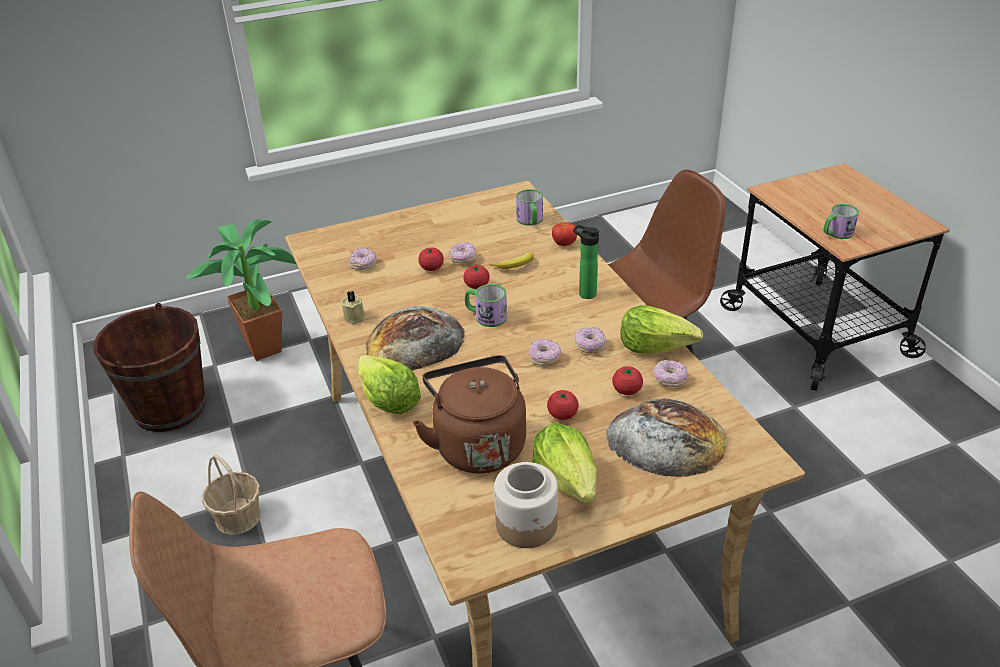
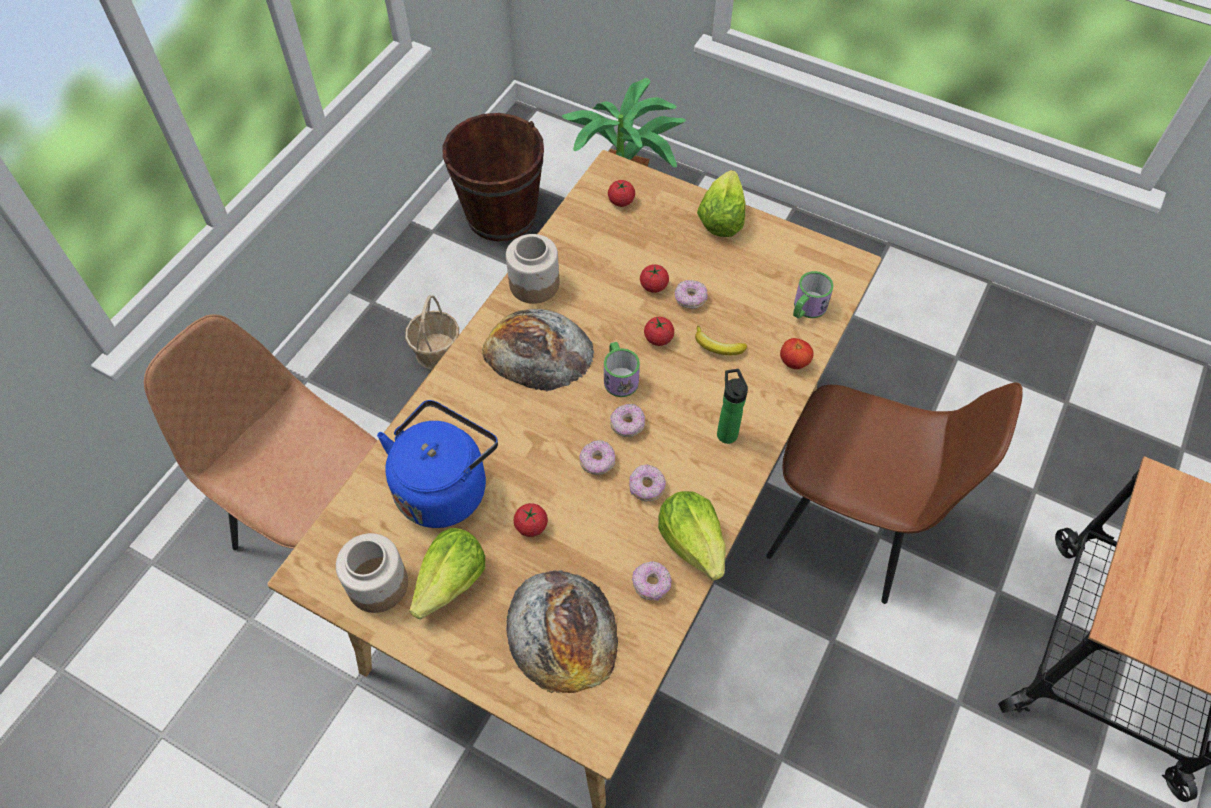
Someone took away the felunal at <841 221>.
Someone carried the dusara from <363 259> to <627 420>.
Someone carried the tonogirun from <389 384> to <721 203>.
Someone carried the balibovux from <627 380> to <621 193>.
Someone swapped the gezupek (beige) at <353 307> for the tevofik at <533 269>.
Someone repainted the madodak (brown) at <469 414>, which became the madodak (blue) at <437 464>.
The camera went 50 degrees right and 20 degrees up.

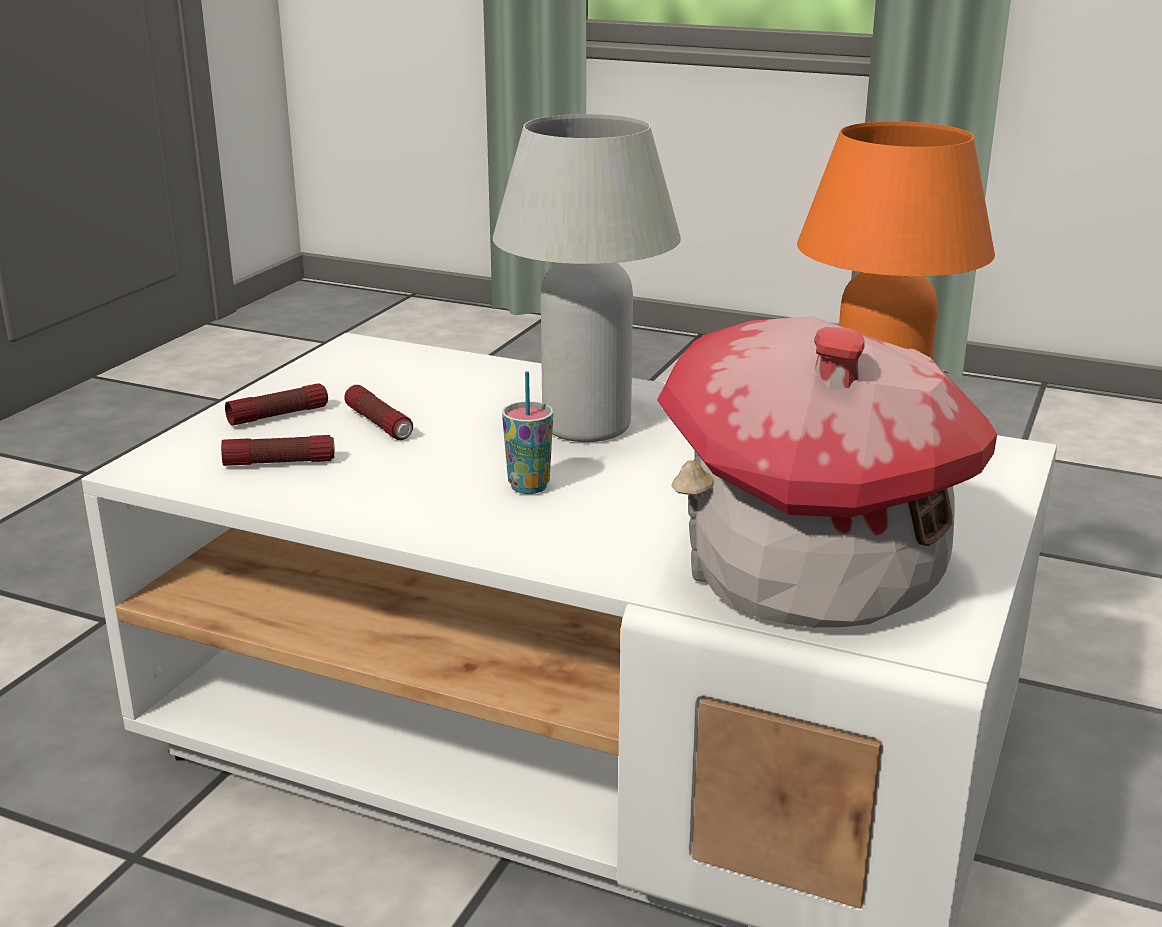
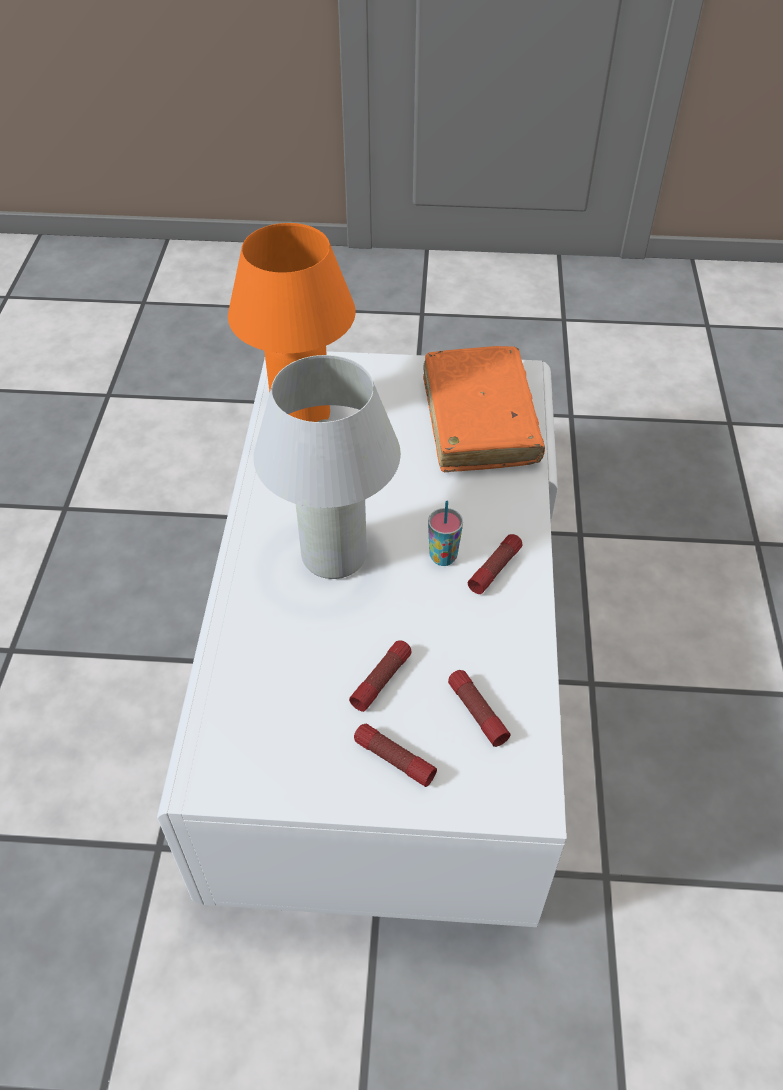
Someone put down the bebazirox at <495 564>.
Someone swapped the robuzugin at <827 471> for the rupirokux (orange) at <484 409>.
The camera went 110 degrees left and 25 degrees up.

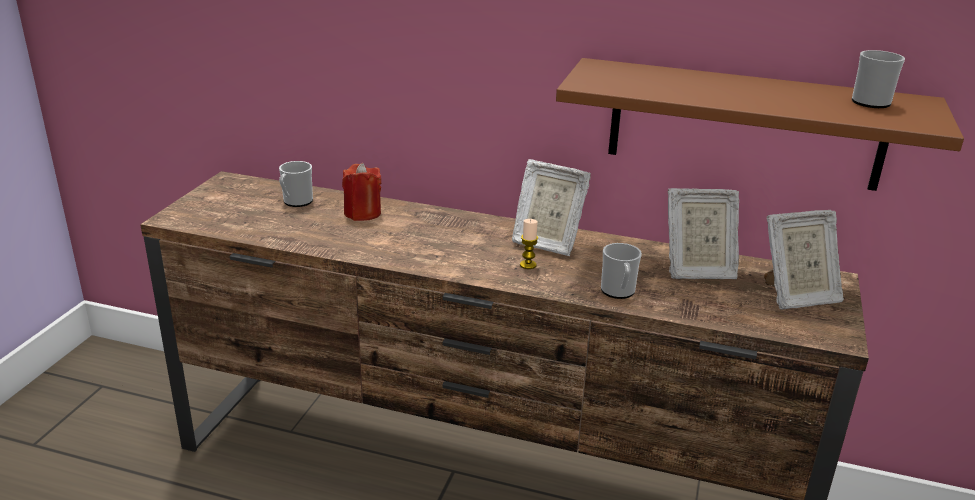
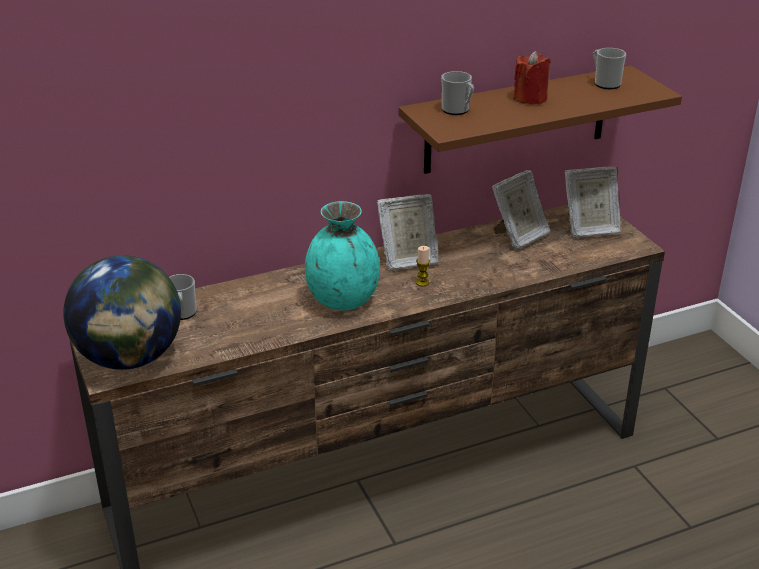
Someone put down the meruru at <122 312>.
Someone put down the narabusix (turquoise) at <342 256>.
Someone carried the gezupek (red) from <361 192> to <532 78>.
Someone carried the felunal from <621 271> to <457 93>.
Someone rotated the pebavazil at <804 260> by 45 degrees clockwise.
The camera went 40 degrees left and 5 degrees up.

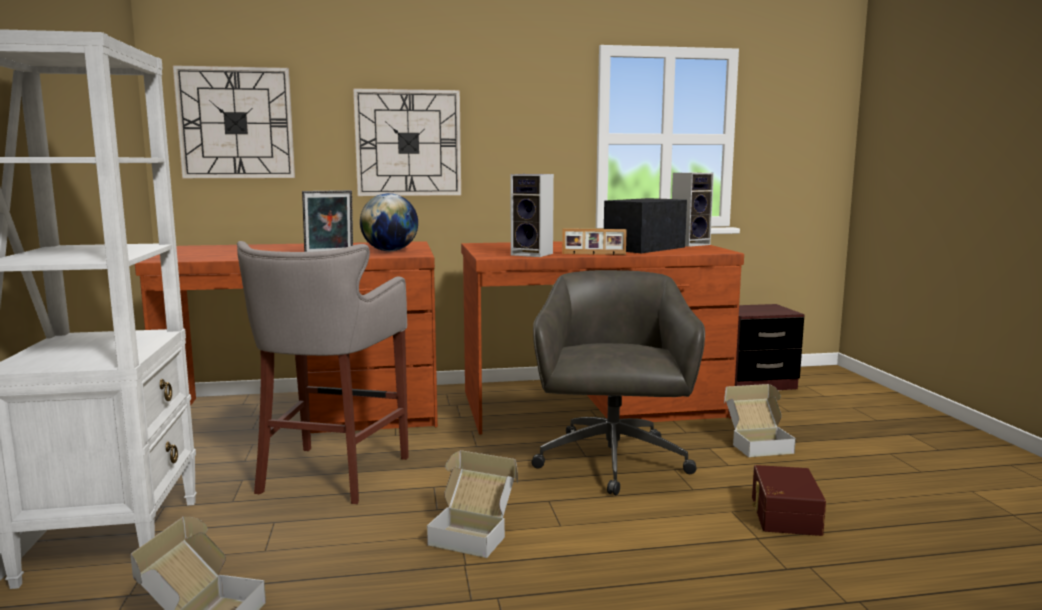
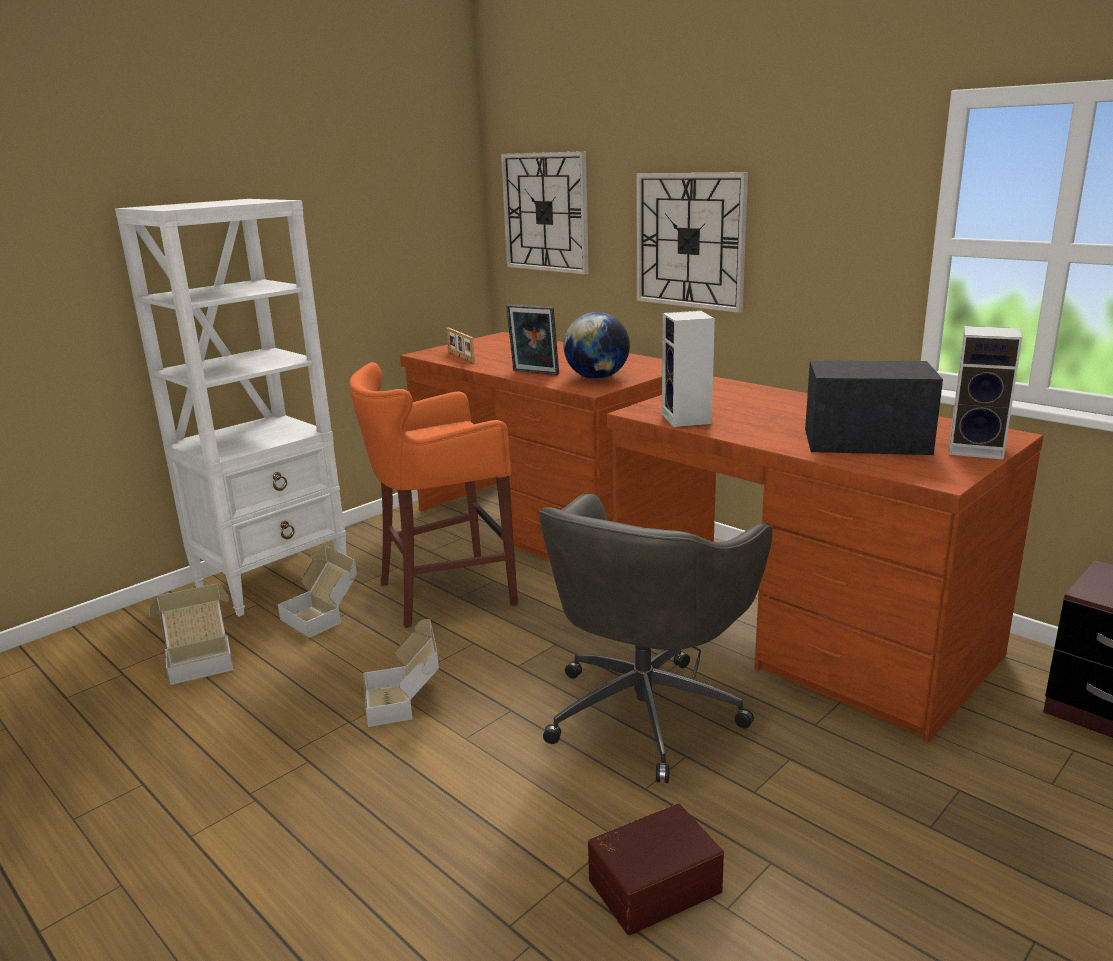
Someone carried the pebavazil from <594 241> to <460 345>.
Someone carried the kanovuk from <760 420> to <317 592>.
Someone repainted the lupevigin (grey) at <323 372>, which became the lupevigin (orange) at <433 495>.
Someone rotated the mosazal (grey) at <618 383> by 150 degrees clockwise.
The camera went 55 degrees right and 10 degrees up.

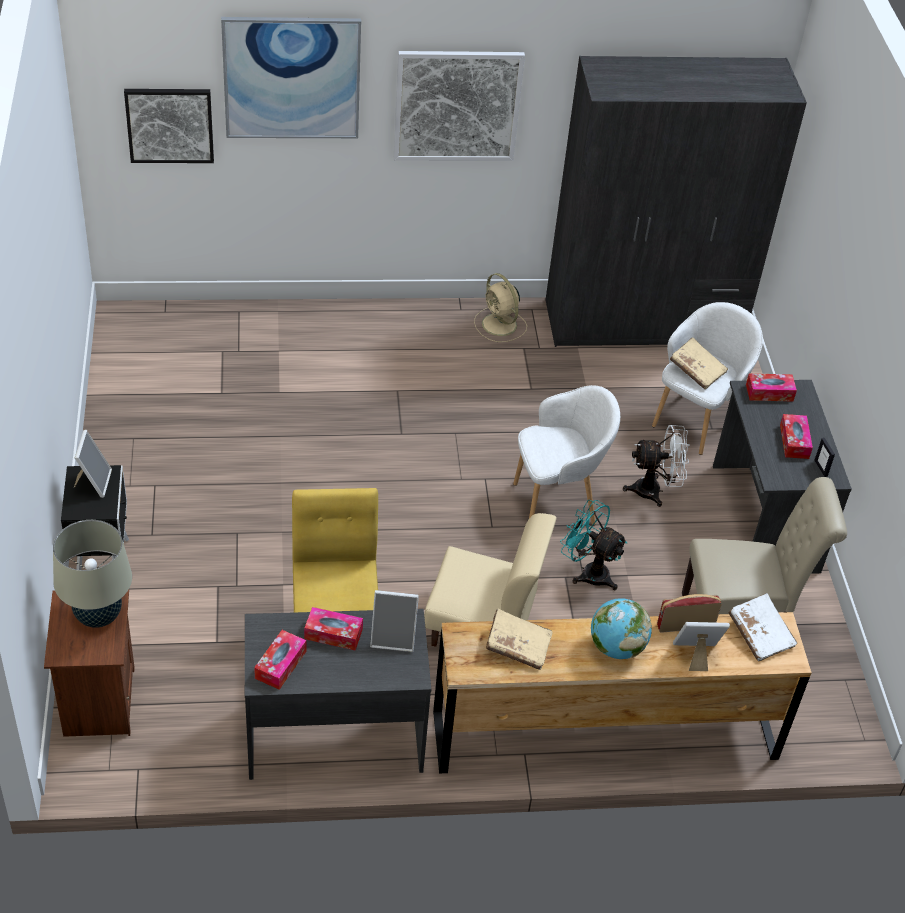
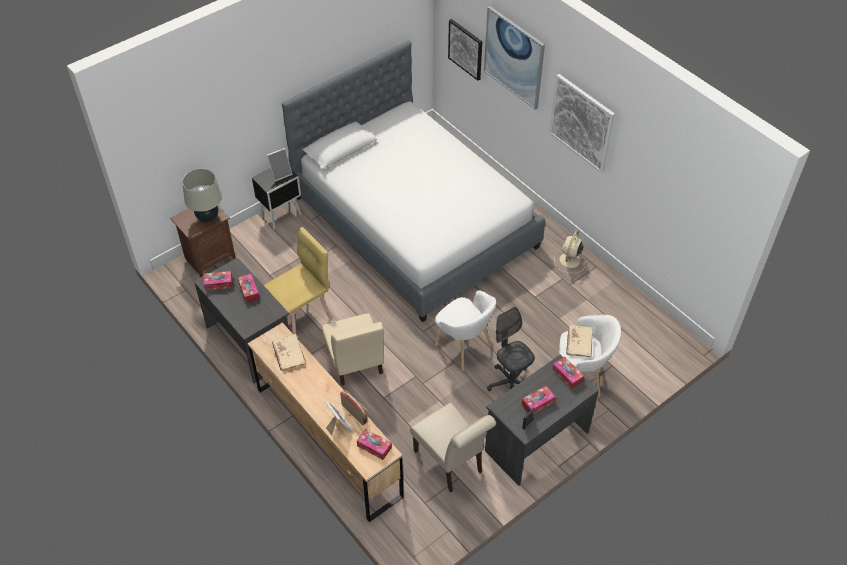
Someone took away the pebavazil at <394 621>.
Someone took away the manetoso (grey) at <676 201>.
Someone took away the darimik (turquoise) at <594 545>.
Someone took away the meruru at <621 628>.
Someone put down the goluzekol at <413 181>.
Someone swapped the darimik (white) at <656 466> for the mosazal (grey) at <511 349>.
Someone swapped the rupirokux (white) at <763 627> for the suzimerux at <374 444>.
The camera went 60 degrees right and 5 degrees up.

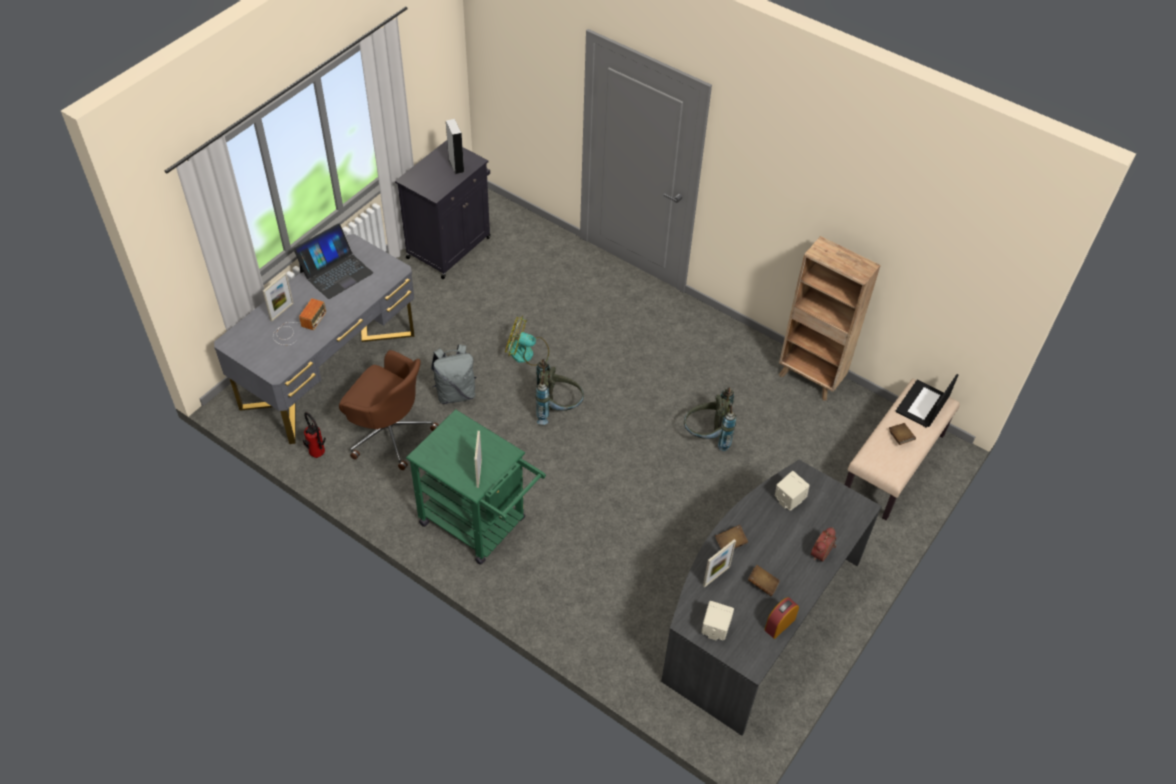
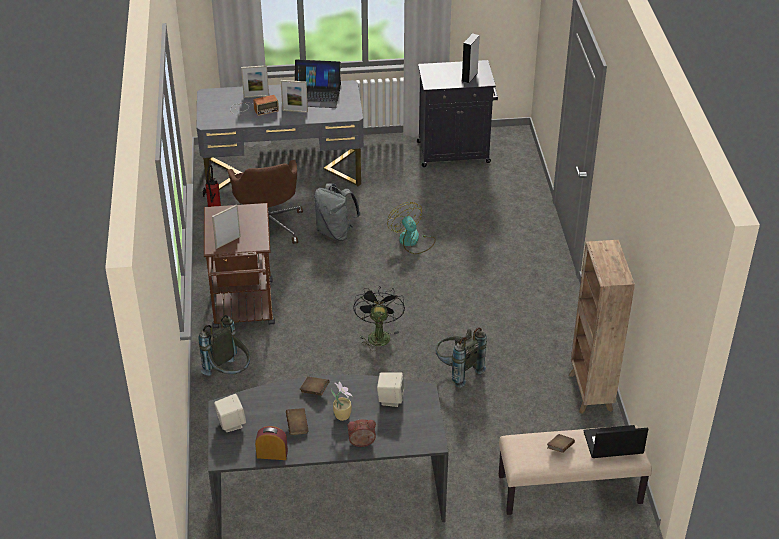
Someone put down the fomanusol at <342 401>.
Someone put down the darimik (black) at <379 318>.
Someone carried the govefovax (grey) from <559 392> to <224 345>.
Someone carried the pebavazil from <719 563> to <294 96>.
Someone repainted the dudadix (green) at <476 487>, which became the dudadix (brown) at <239 266>.
The camera went 50 degrees right and 10 degrees down.

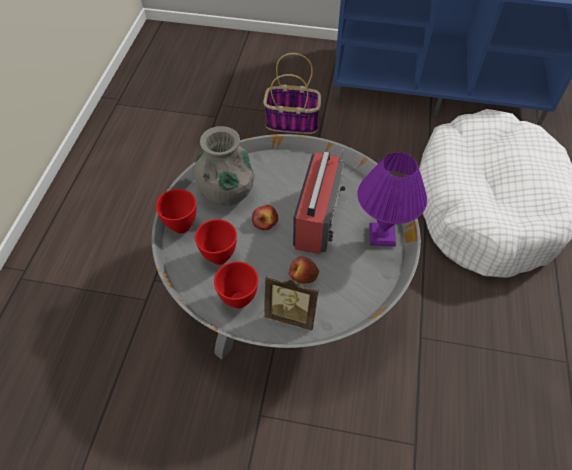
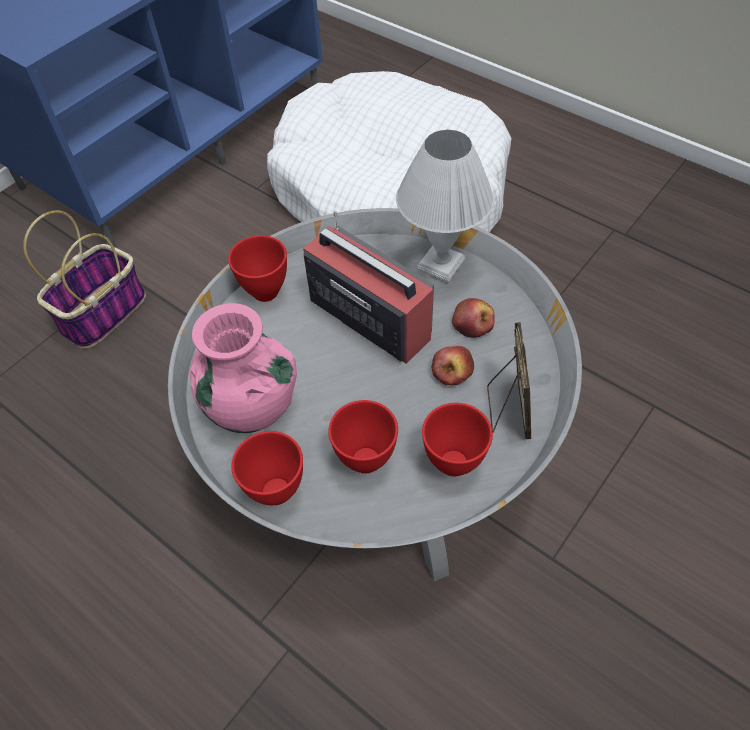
Someone put down the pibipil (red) at <257 268>.
Someone carried the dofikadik from <265 217> to <473 318>.
Someone repainted the narabusix (grey) at <224 166>, which became the narabusix (pink) at <243 368>.
Someone repainted the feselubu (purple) at <392 199>, which became the feselubu (white) at <445 206>.
Someone rotated the pebavazil at <291 302> by 45 degrees counterclockwise.
The camera went 60 degrees left and 0 degrees up.

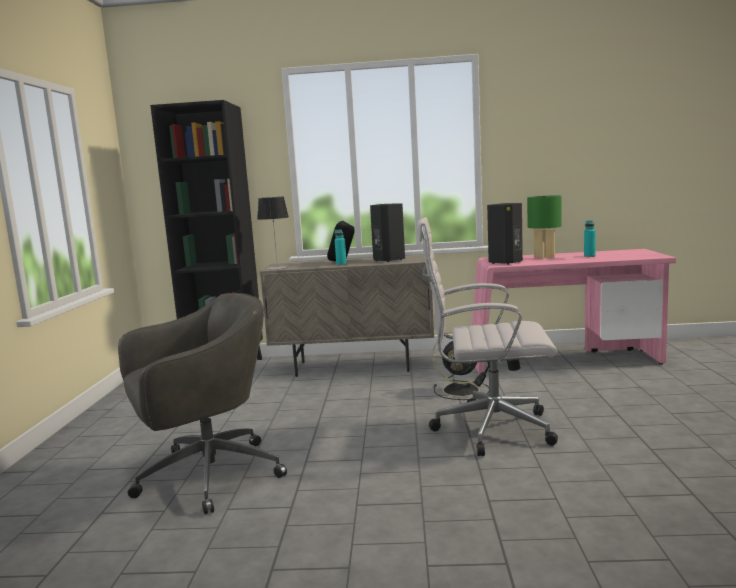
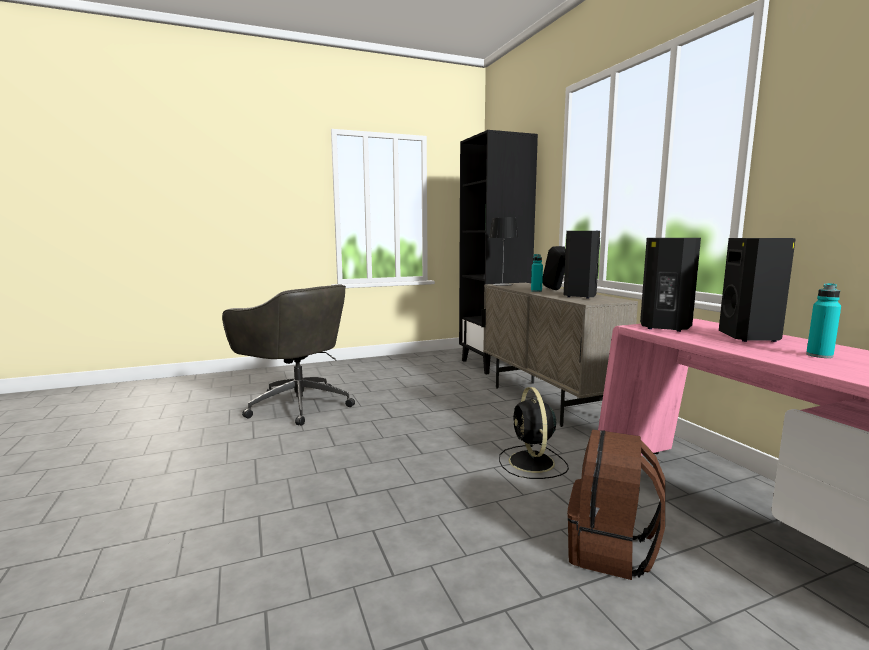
Someone took away the mosazal (white) at <487 336>.
Someone put down the govefovax (brown) at <616 504>.
Someone swapped the feselubu (green) at <544 227> for the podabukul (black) at <757 290>.
The camera went 65 degrees right and 0 degrees up.

